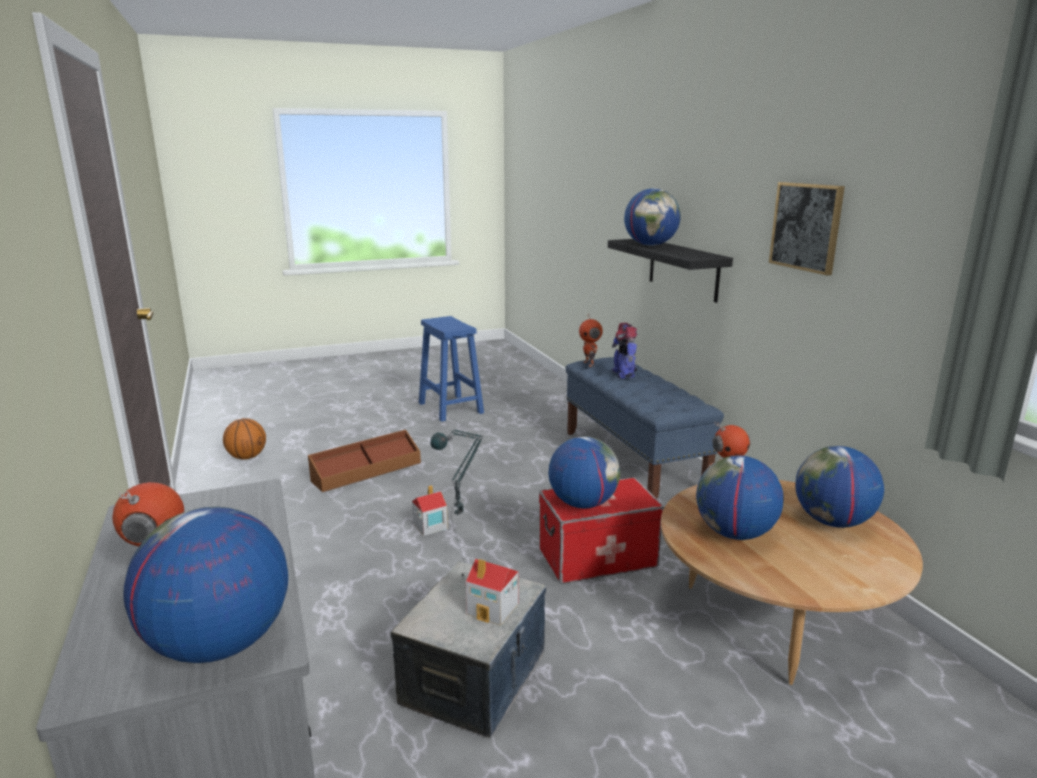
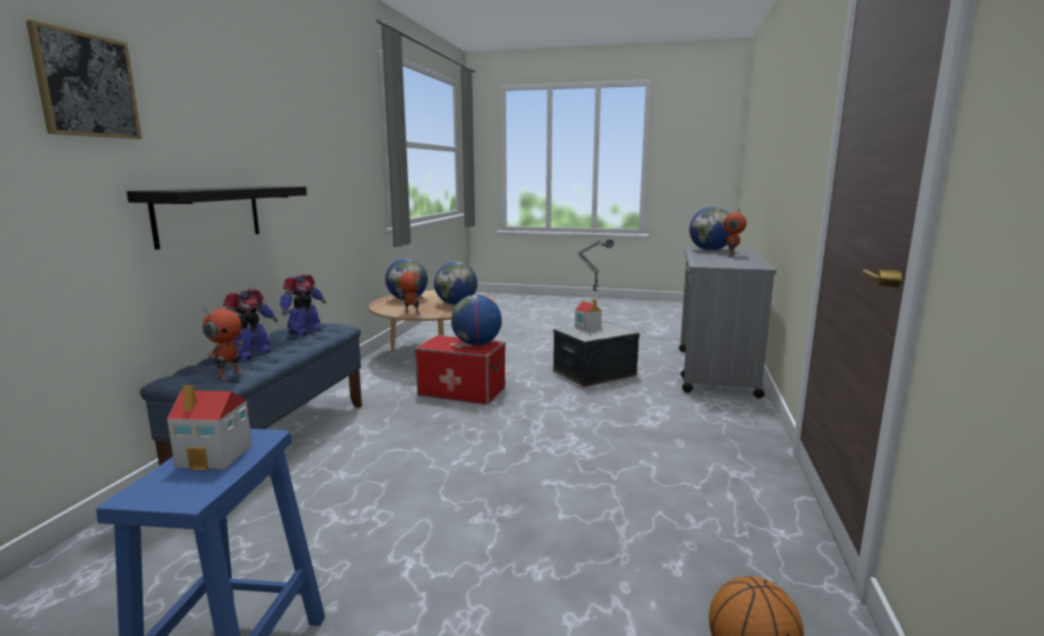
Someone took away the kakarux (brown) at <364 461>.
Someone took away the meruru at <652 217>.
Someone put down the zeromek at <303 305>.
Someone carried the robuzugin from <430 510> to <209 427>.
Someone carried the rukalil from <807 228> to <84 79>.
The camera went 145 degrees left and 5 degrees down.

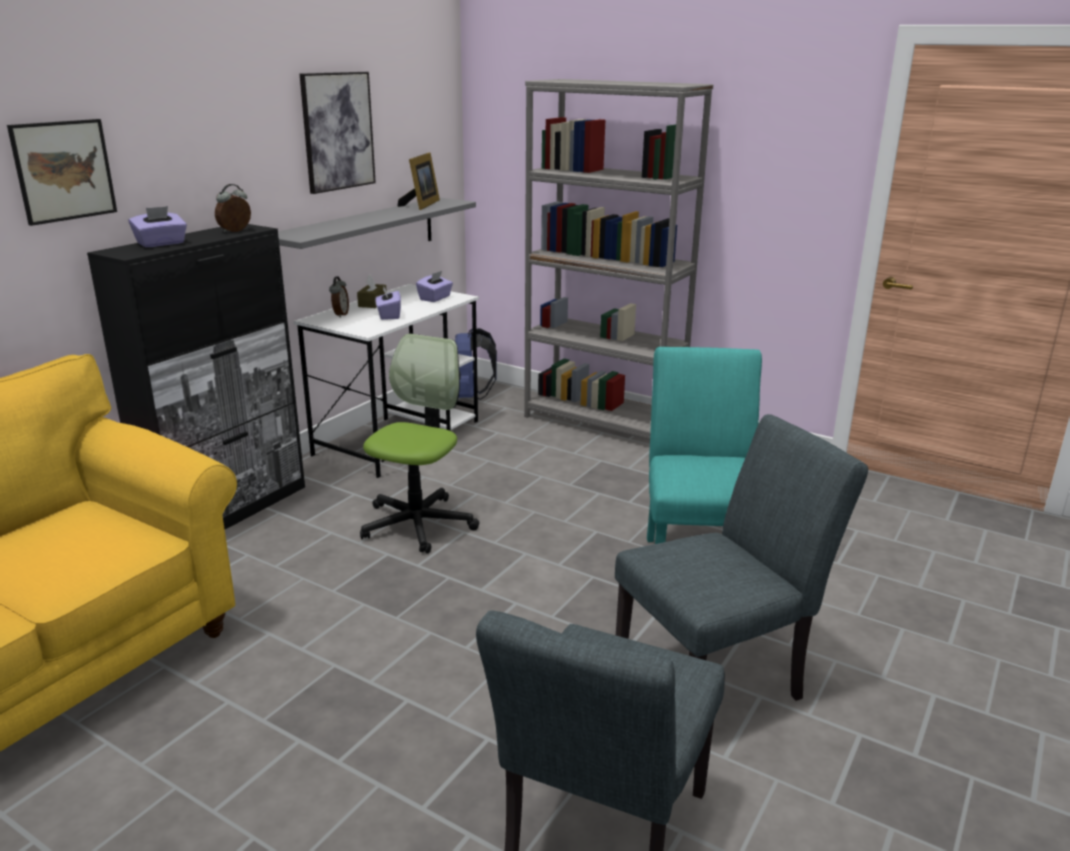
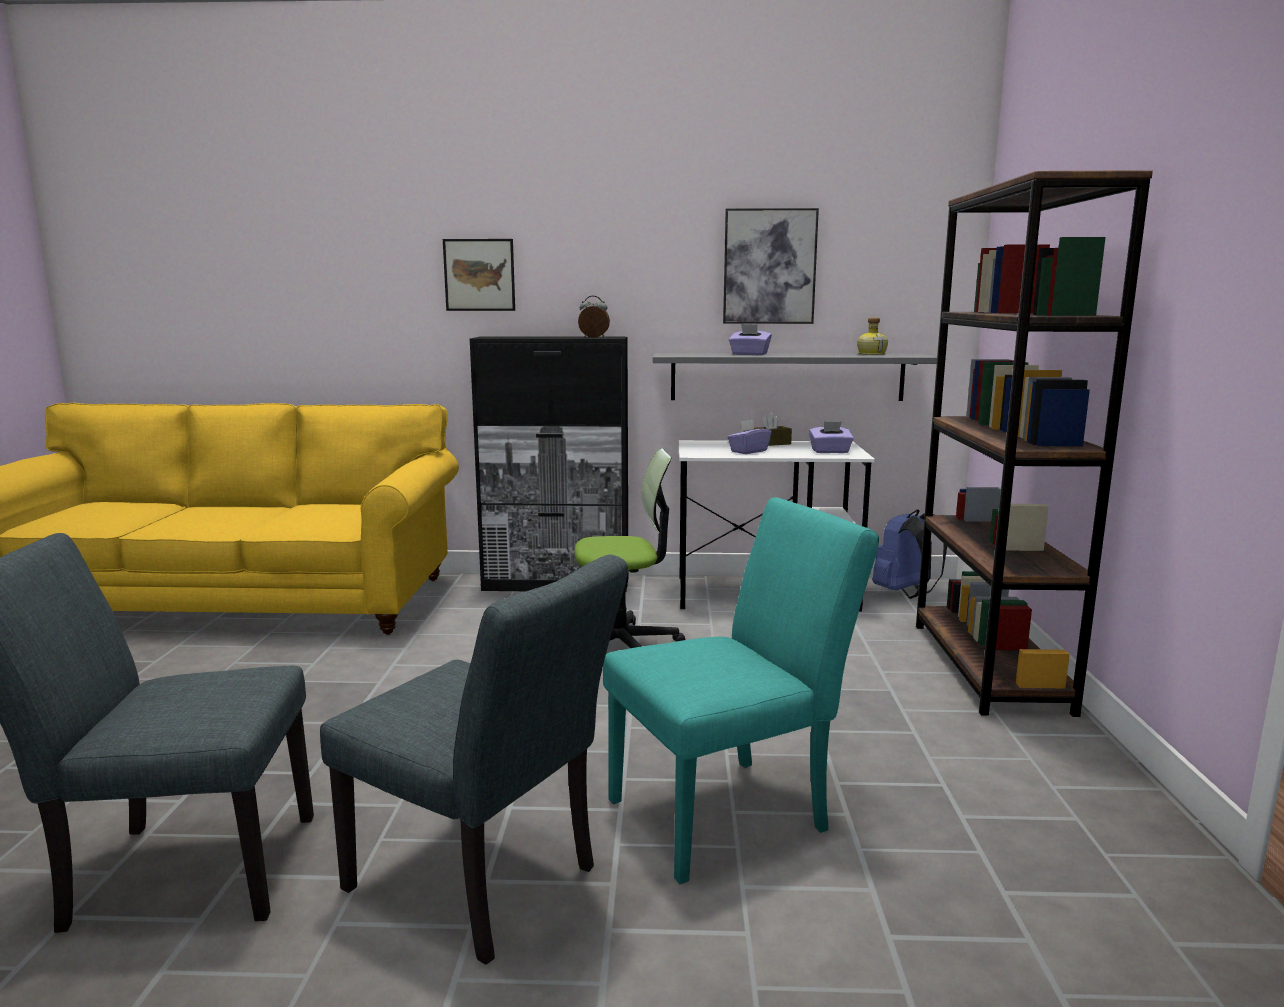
Someone took away the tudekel at <339 297>.
Someone carried the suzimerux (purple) from <158 226> to <750 339>.
Someone swapped the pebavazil at <419 181> for the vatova at <872 336>.
Someone repainted the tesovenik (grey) at <619 259>, which became the tesovenik (brown) at <1034 443>.
The camera went 60 degrees right and 10 degrees down.

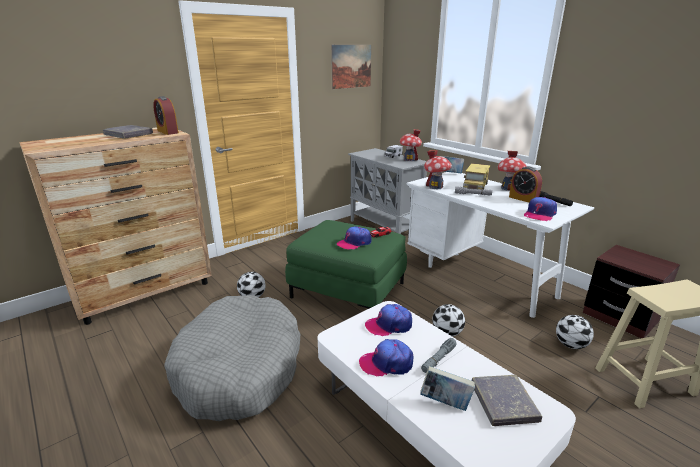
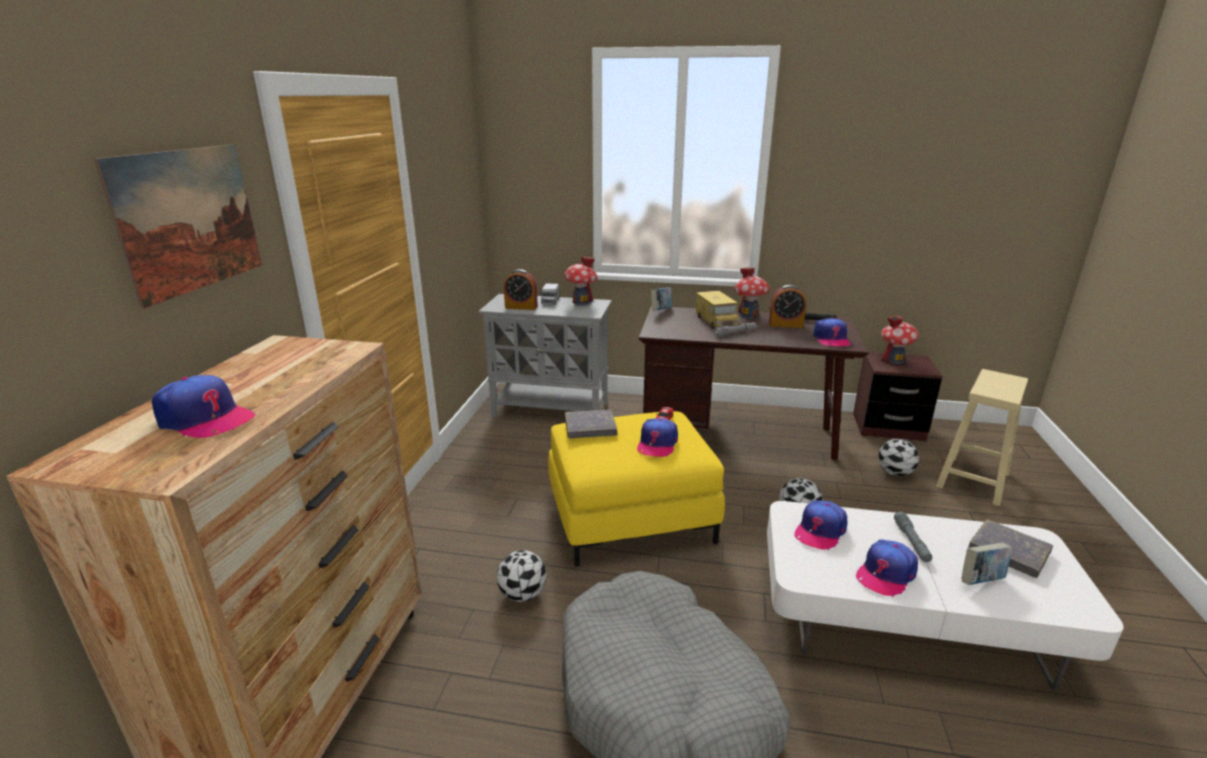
Someone put down the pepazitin at <203 406>.
Someone carried the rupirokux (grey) from <128 132> to <591 424>.
Someone carried the tudekel from <166 115> to <521 289>.
Someone carried the rukalil from <351 67> to <178 226>.
Someone carried the robuzugin from <438 169> to <900 339>.
Someone repainted the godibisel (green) at <346 264>, which became the godibisel (yellow) at <636 489>.
Someone repainted the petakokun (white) at <500 245>, which became the petakokun (brown) at <754 383>.
The camera went 40 degrees left and 0 degrees up.

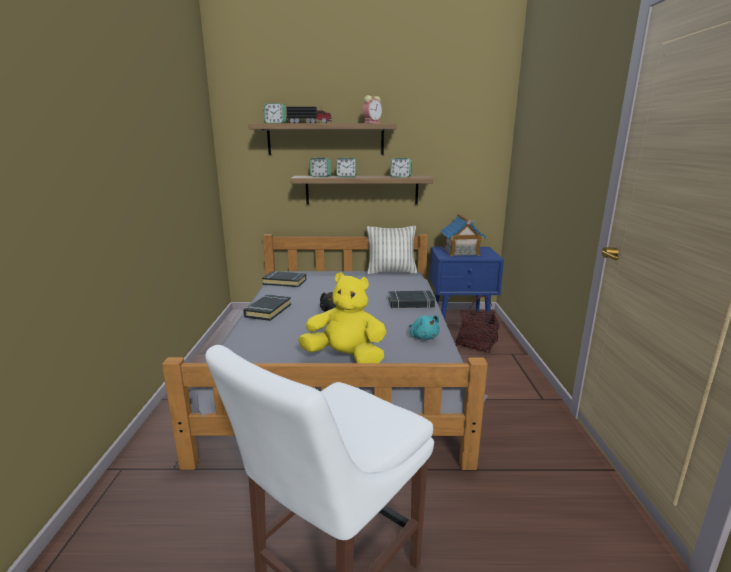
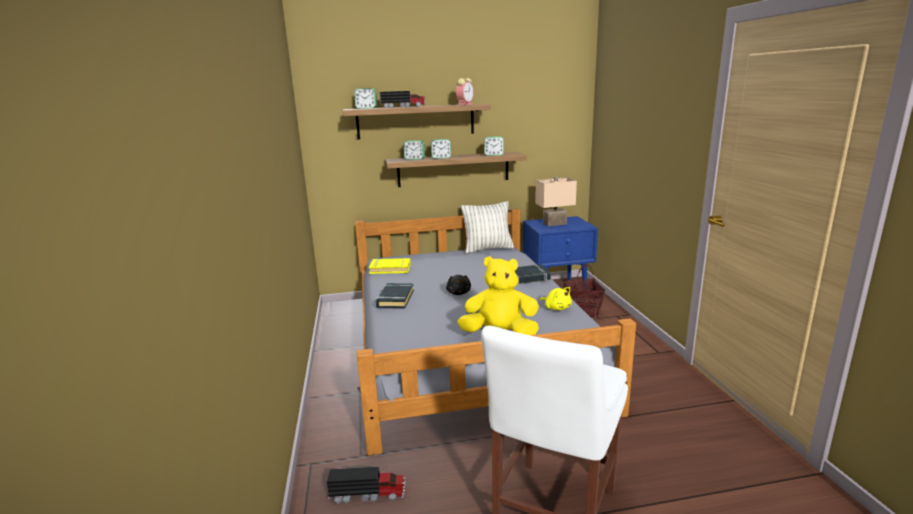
Someone put down the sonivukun at <366 485>.
Someone swapped the robuzugin at <463 235> for the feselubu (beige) at <556 201>.
Someone repainted the rupirokux (black) at <284 279>, which became the rupirokux (yellow) at <390 266>.
Someone repainted the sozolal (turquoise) at <424 327>, which became the sozolal (yellow) at <556 298>.
The camera went 10 degrees left and 0 degrees up.

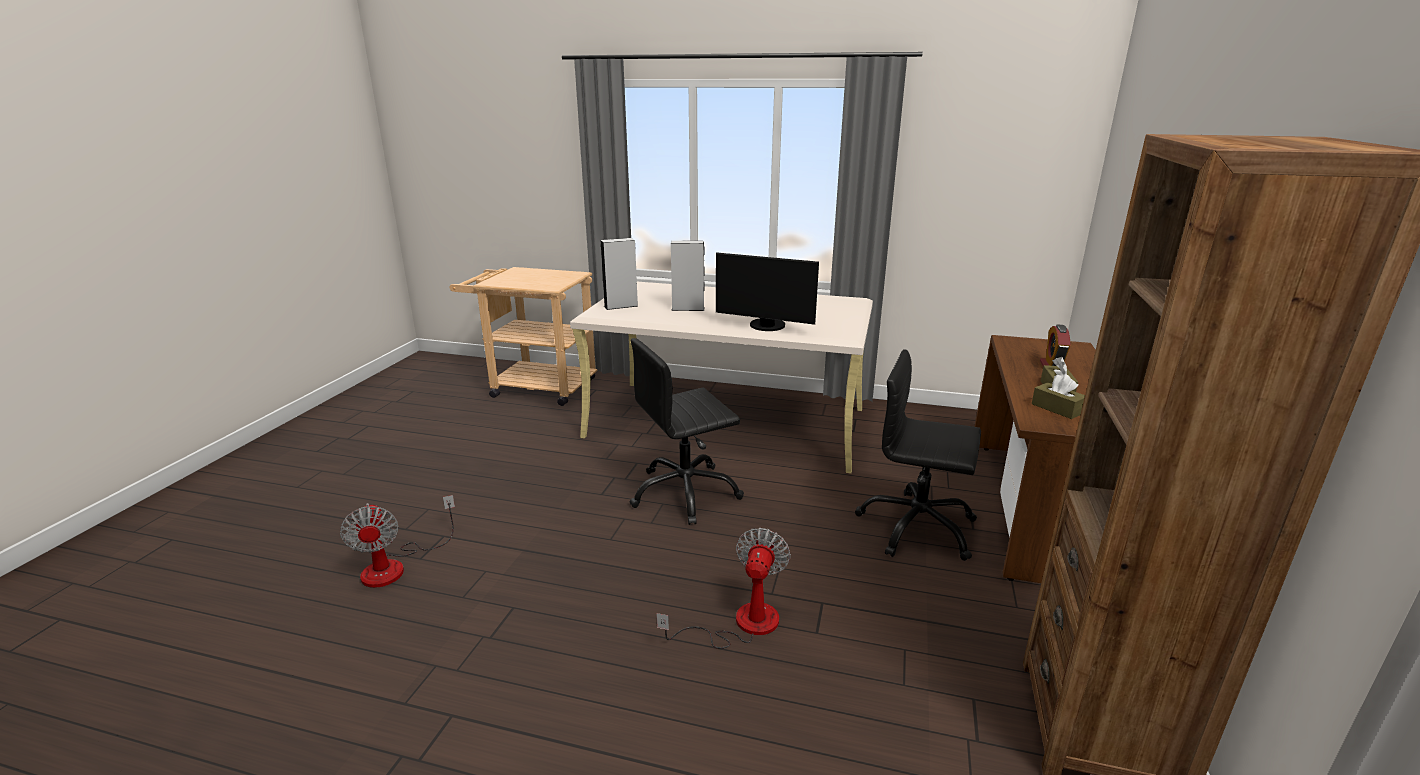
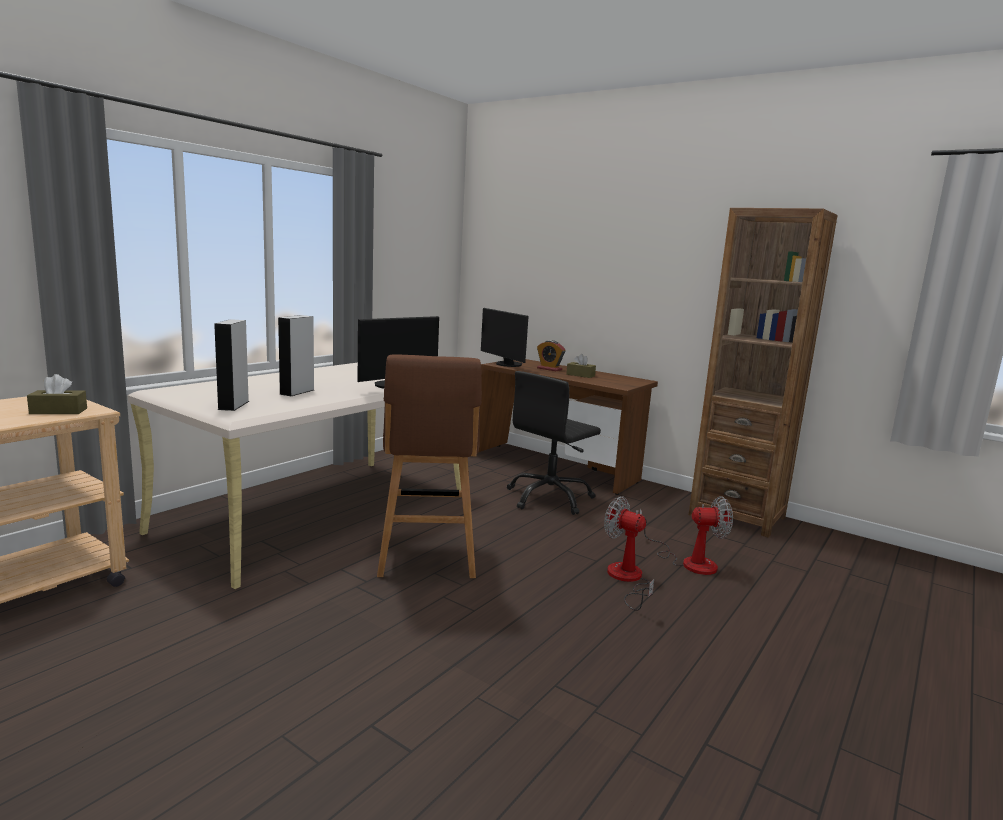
Someone put down the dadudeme at <504 337>.
Someone carried the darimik from <397 541> to <686 535>.
Someone carried the suzimerux (brown) from <1058 396> to <57 394>.
Someone swapped the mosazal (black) at <687 431> for the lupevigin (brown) at <429 466>.
The camera went 70 degrees left and 10 degrees down.

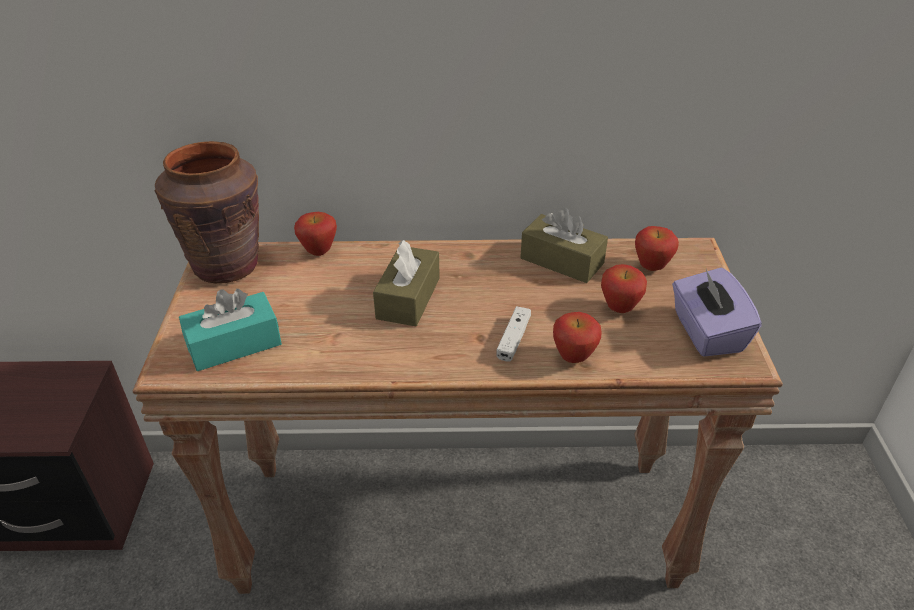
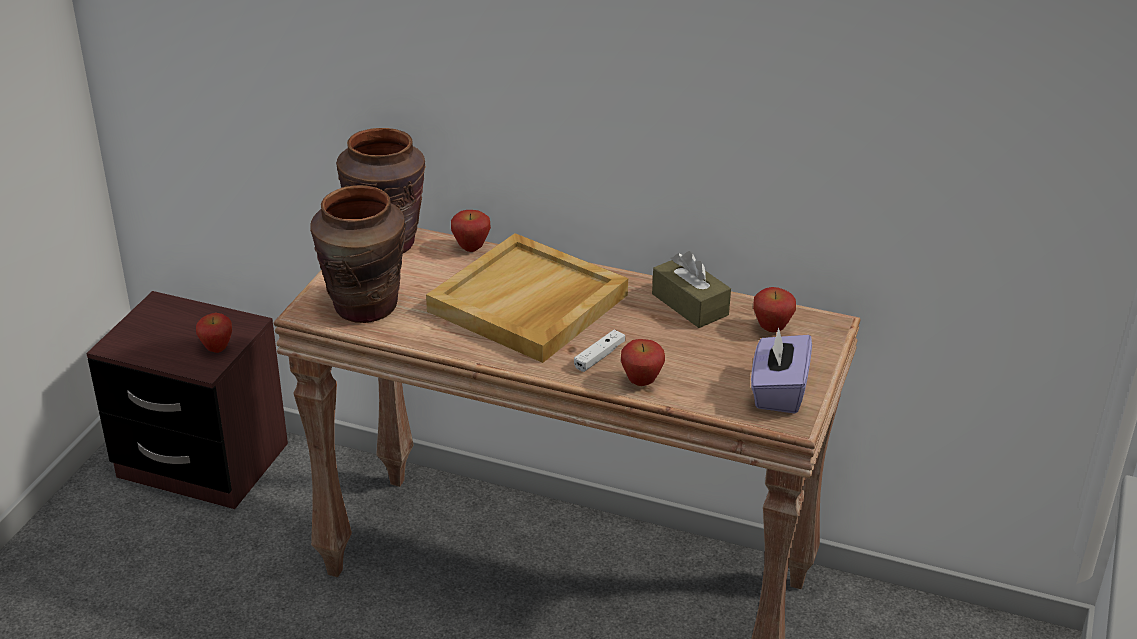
Someone carried the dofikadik from <624 288> to <214 333>.
Someone swapped the suzimerux (turquoise) at <230 330> for the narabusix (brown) at <358 254>.
Someone swapped the suzimerux (brown) at <406 283> for the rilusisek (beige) at <527 298>.
The camera went 20 degrees right and 5 degrees down.

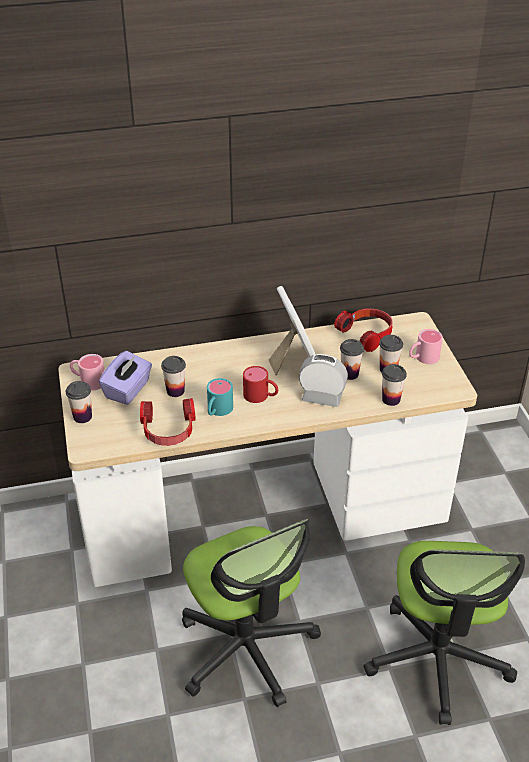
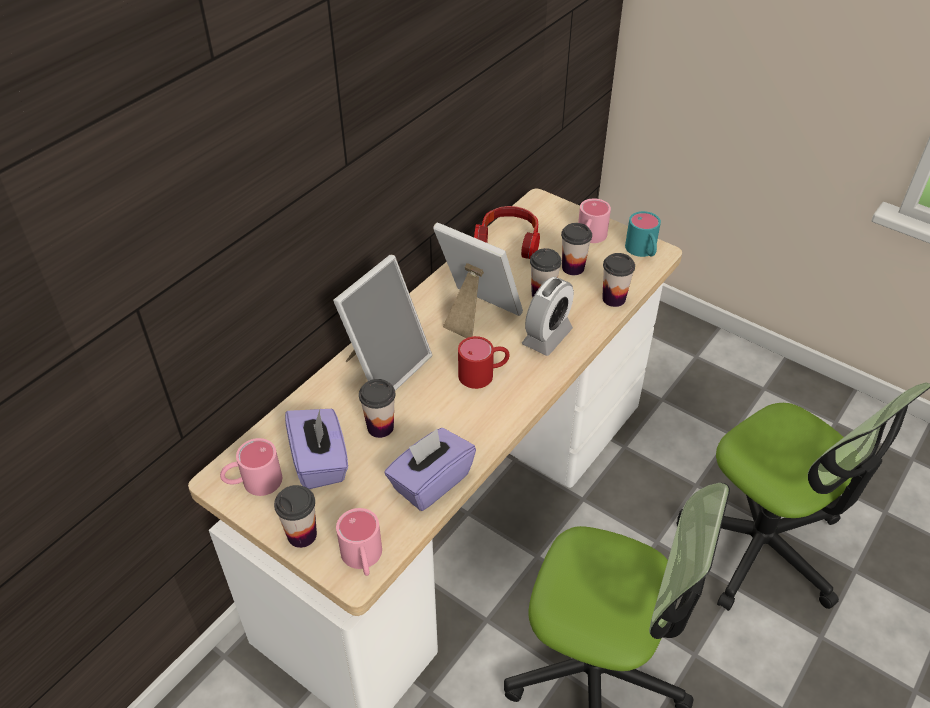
Someone put down the pebavazil at <382 323>.
Someone put down the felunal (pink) at <359 542>.
Someone carried the felunal (turquoise) from <220 397> to <643 234>.
Someone swapped the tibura at <168 422> for the suzimerux (purple) at <430 469>.
Someone rotated the tudekel at <323 380> by 150 degrees clockwise.
The camera went 40 degrees left and 5 degrees up.

